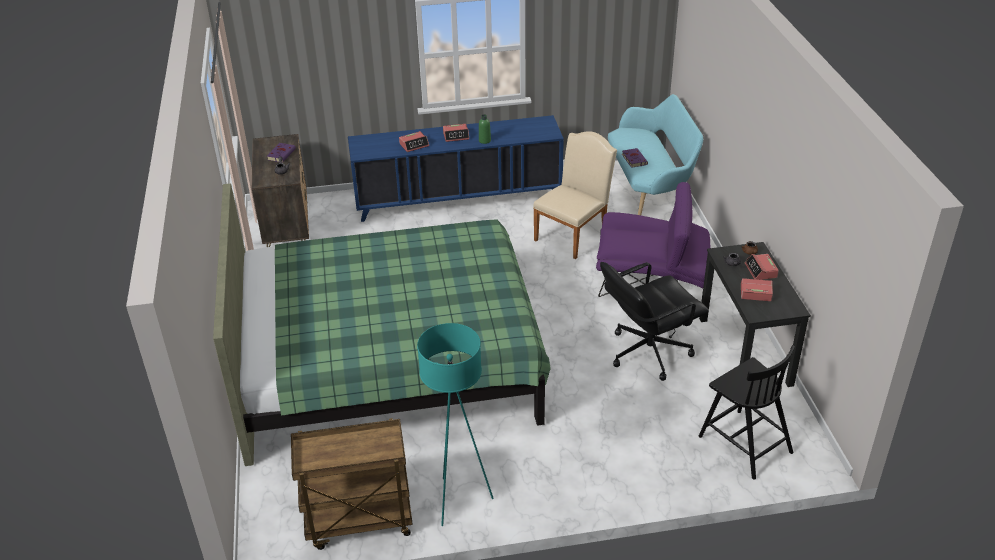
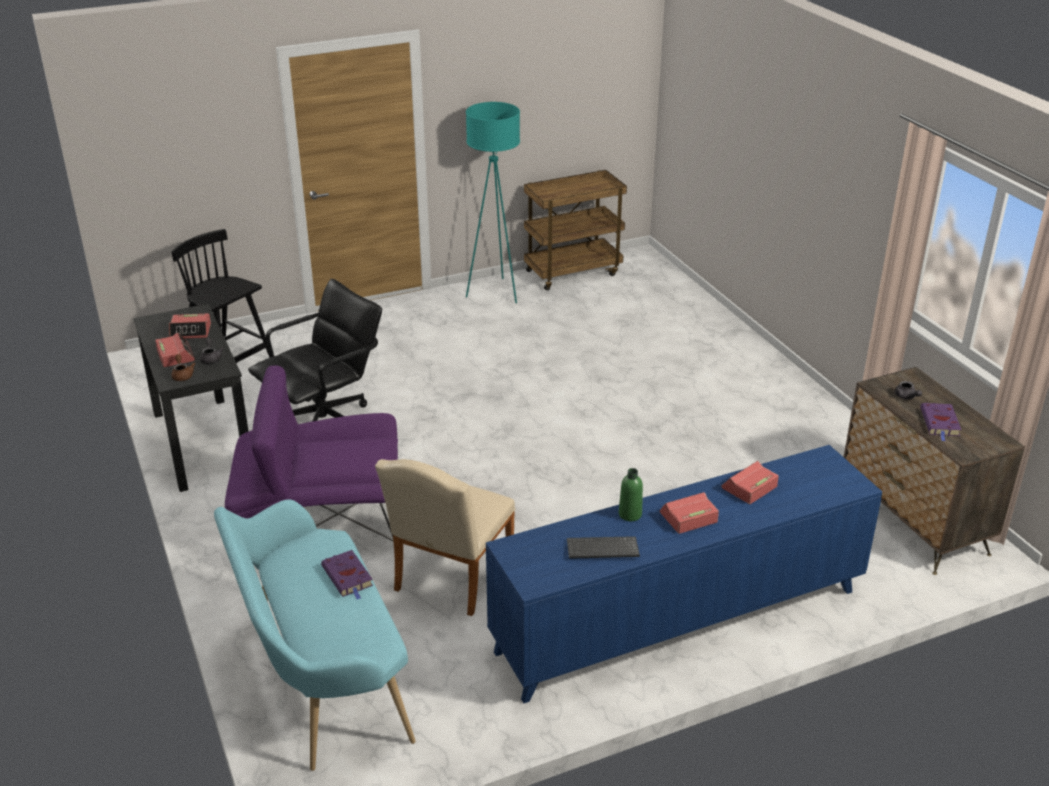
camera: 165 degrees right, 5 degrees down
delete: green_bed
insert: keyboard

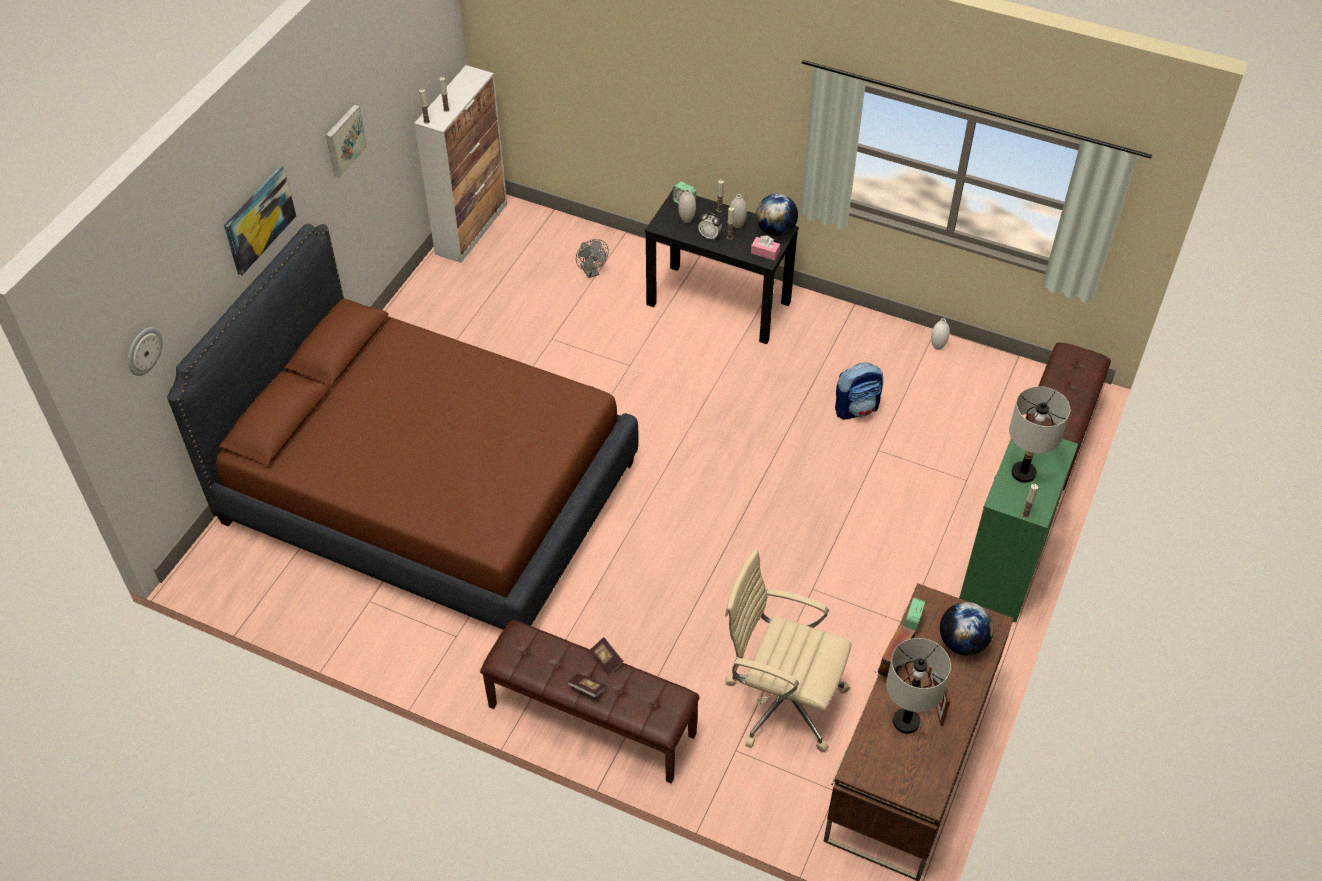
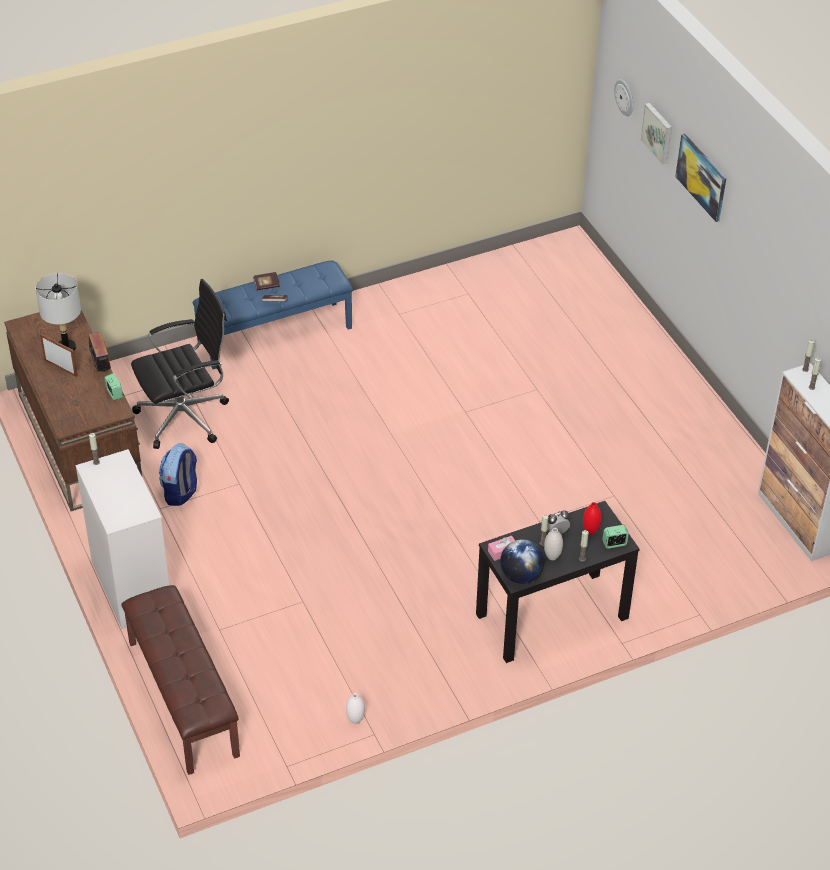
camera: 130 degrees right, 5 degrees down
delete: brown_bed; grey_fan; globe (2nd from left); grey_table_lamp (2nd from left)
move: picture (2nd from left in the first image) to picture (1st from left); backpack
recolor: brown_bench (1st from left) to blue_bench; white_vase (1st from left) to red_vase; beige_office_chair to black_office_chair; green_dresser to white_dresser

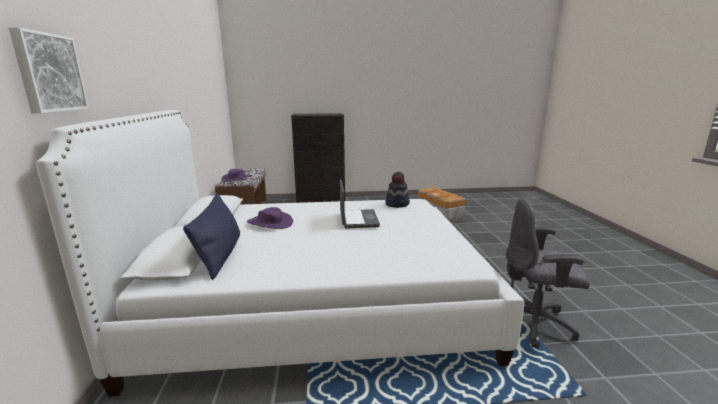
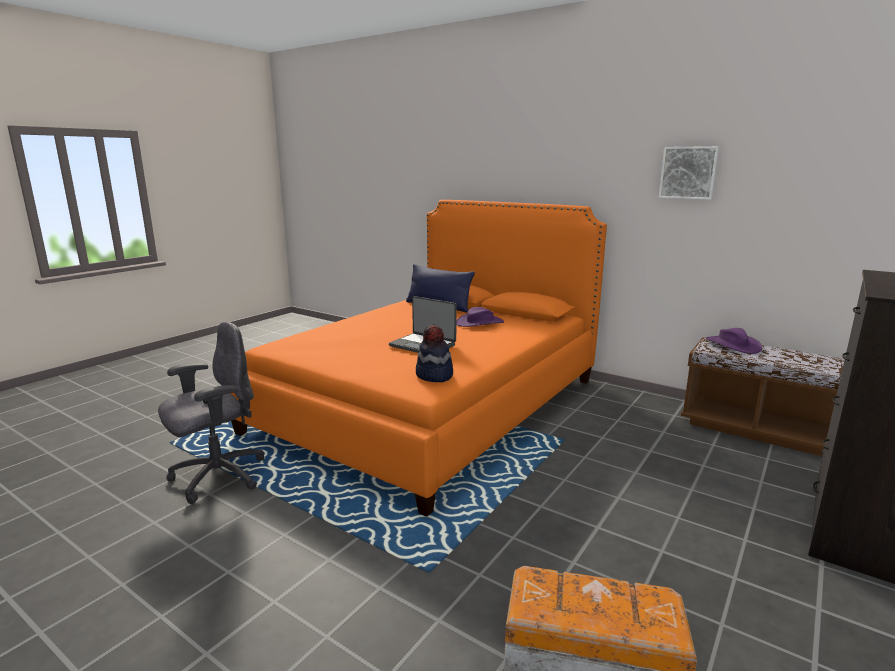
camera: 130 degrees right, 0 degrees up
move: picture
recolor: white_bed to orange_bed

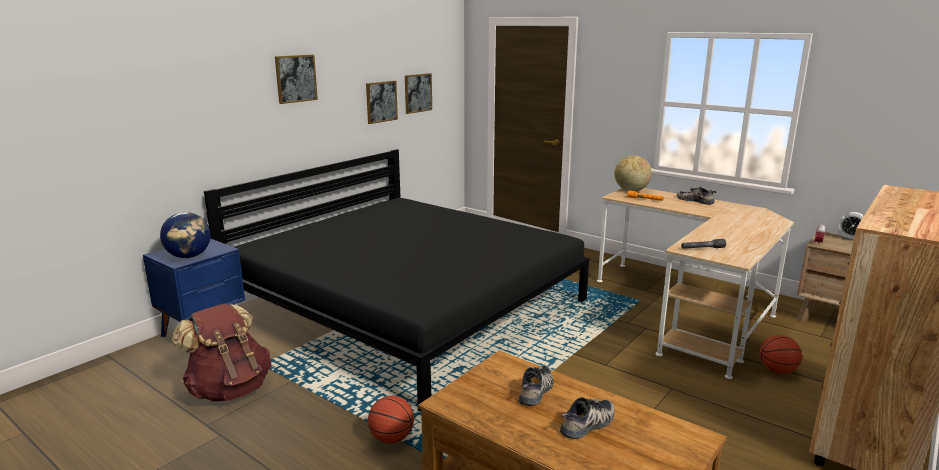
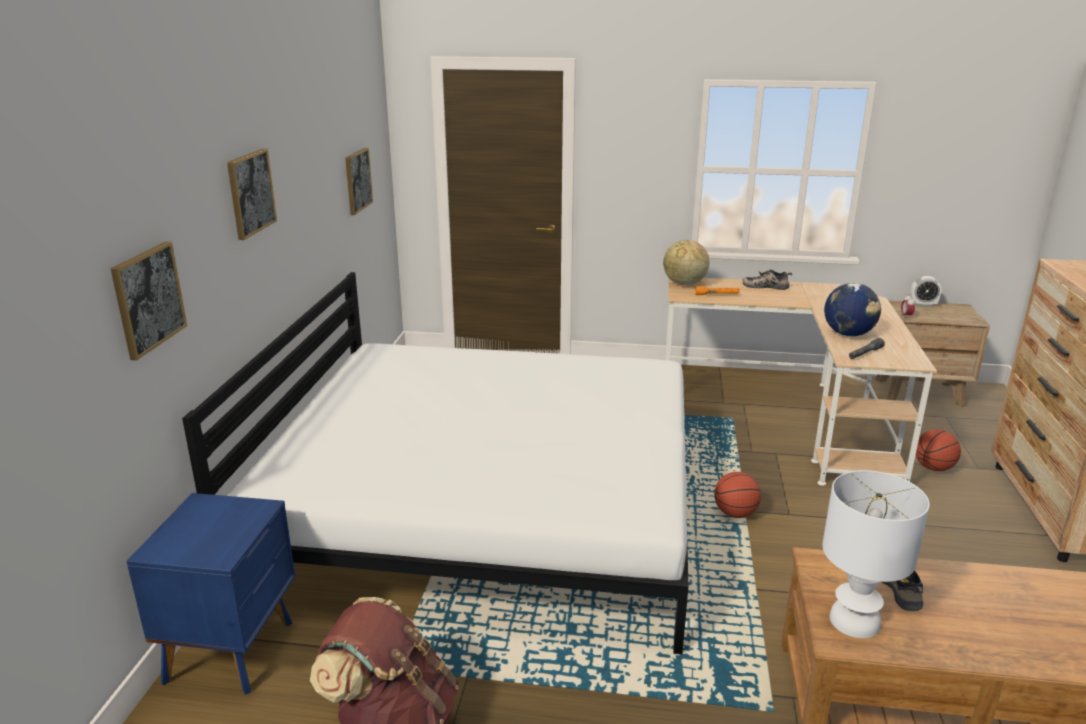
camera: 30 degrees left, 5 degrees up
delete: shoe (2nd from left)
insert: white_table_lamp
move: globe (1st from left in the first image) to globe (2nd from left); picture (2nd from left in the first image) to picture (1st from left); basketball (1st from left)
recolor: black_bed to white_bed

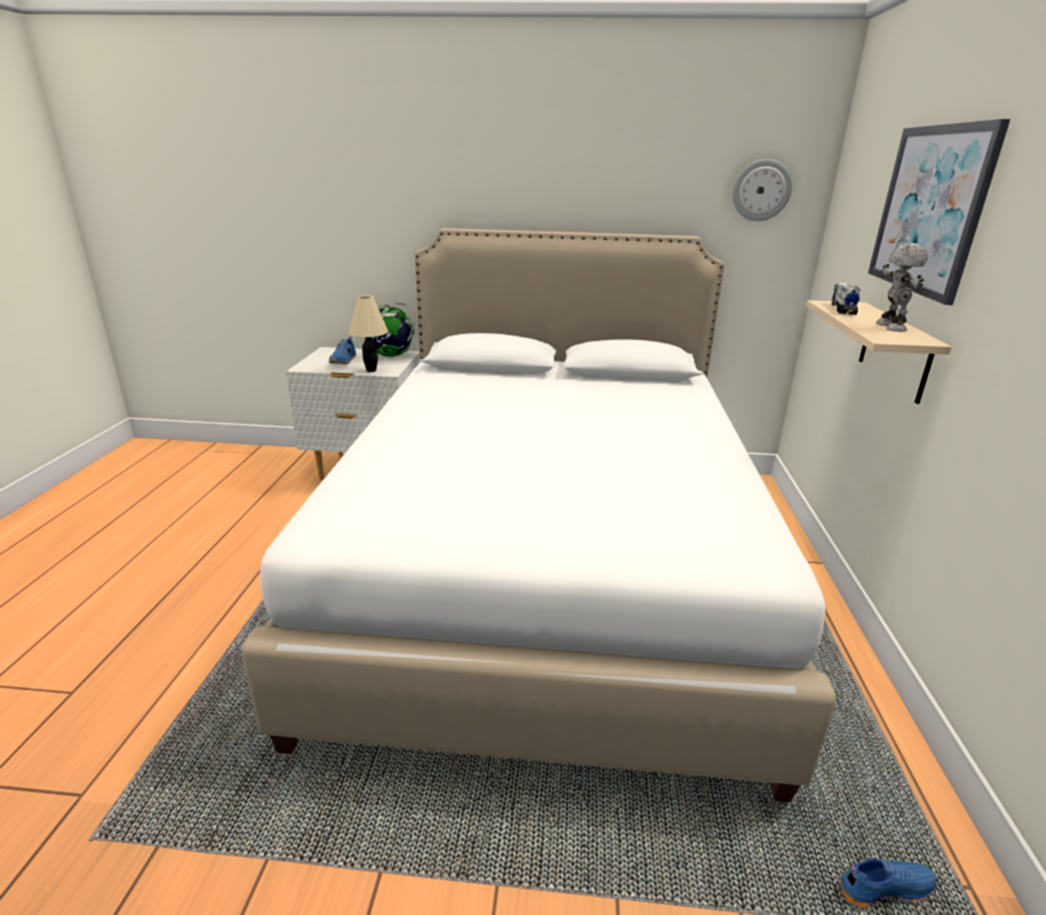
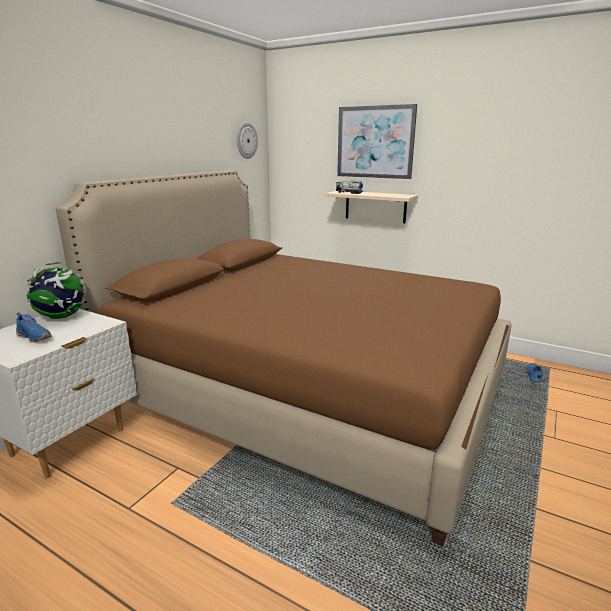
camera: 65 degrees left, 5 degrees down
delete: beige_table_lamp; toy_robot
recolor: white_bed to brown_bed

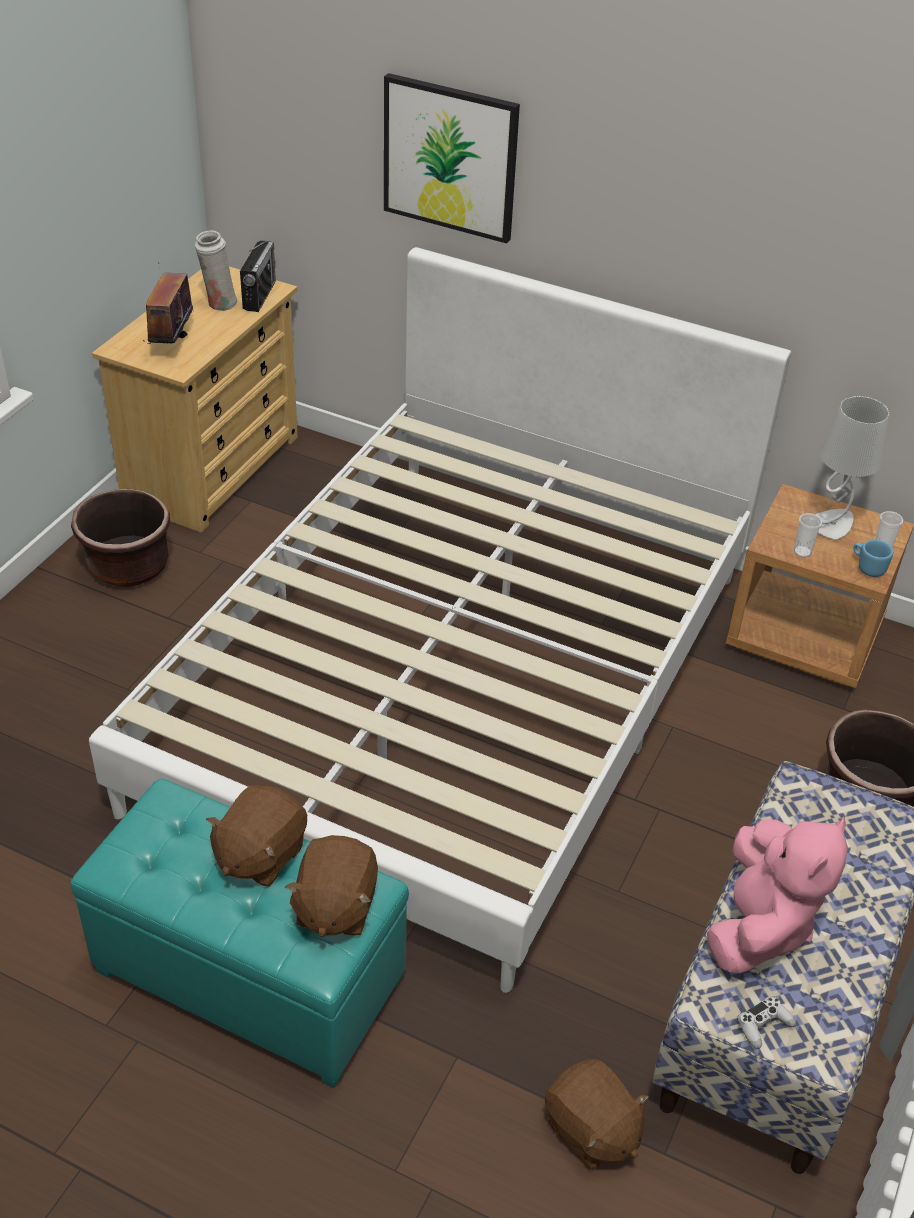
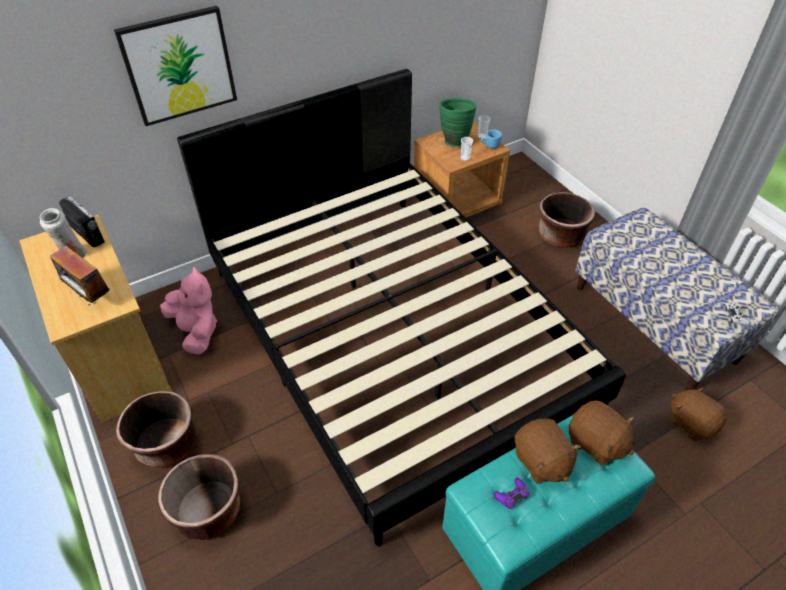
camera: 55 degrees left, 5 degrees up
insert: brown_planter (2nd from left); purple_game_controller
move: pink_plush_toy
replace: grey_table_lamp to green_vase
recolor: white_bed to black_bed
rotate: brown_plush_toy (3rd from left) 120 degrees counterclockwise

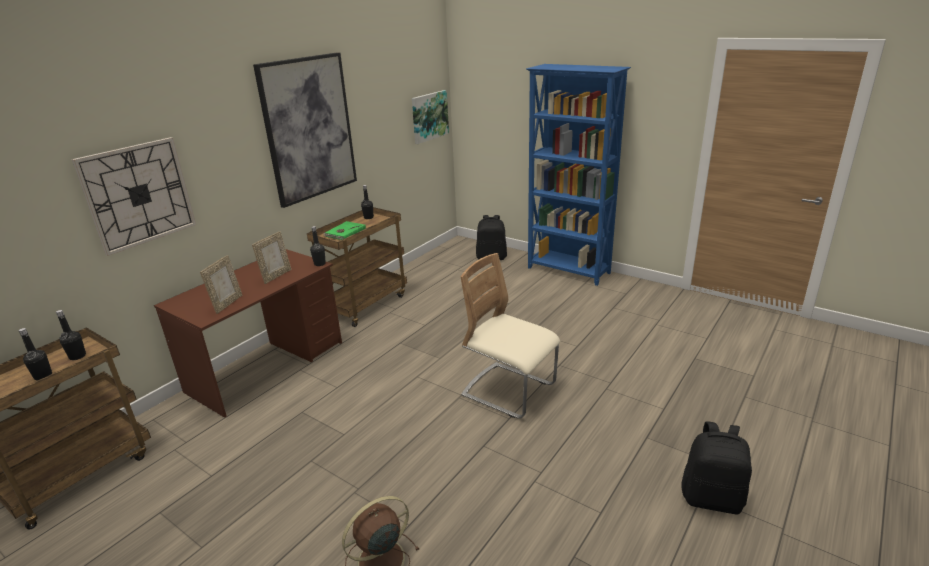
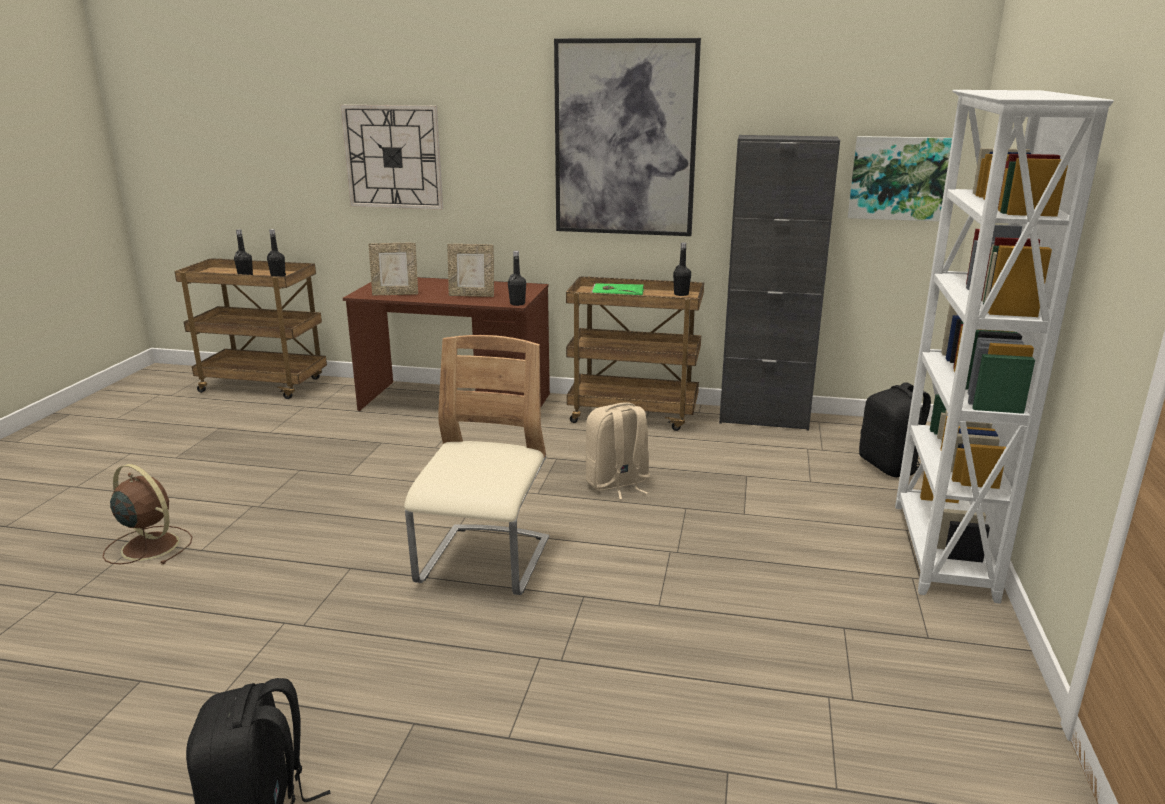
camera: 65 degrees right, 5 degrees down
insert: beige_backpack; black_cabinet
recolor: blue_bookcase to white_bookcase

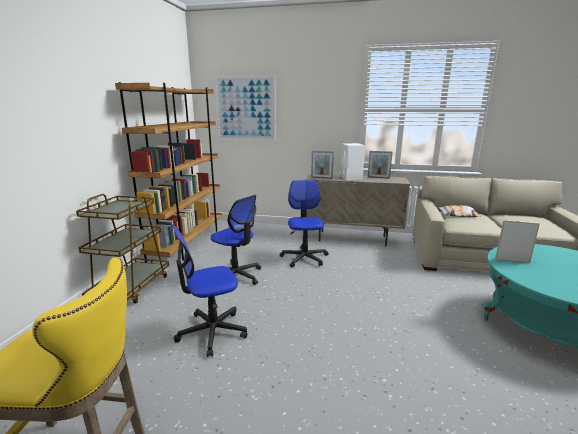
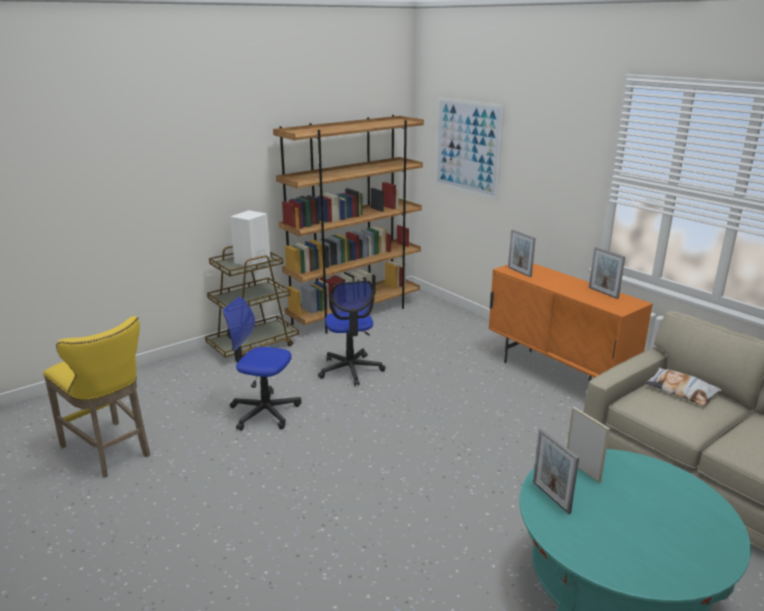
camera: 40 degrees right, 5 degrees up
delete: office_chair (3rd from left)
insert: picture_frame (2nd from left)
move: white_speaker
recolor: beige_cabinet to orange_cabinet

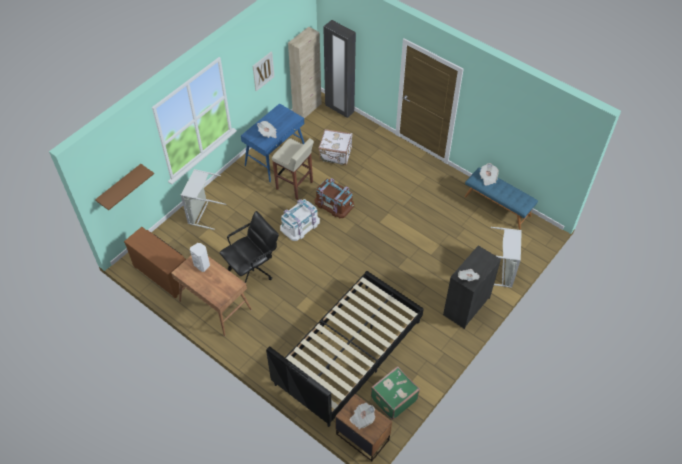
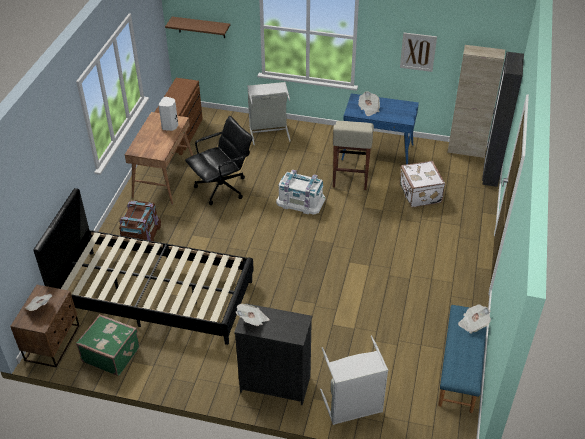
camera: 65 degrees right, 10 degrees down
move: brown_storage_box
rotate: black_office_chair 60 degrees counterclockwise

